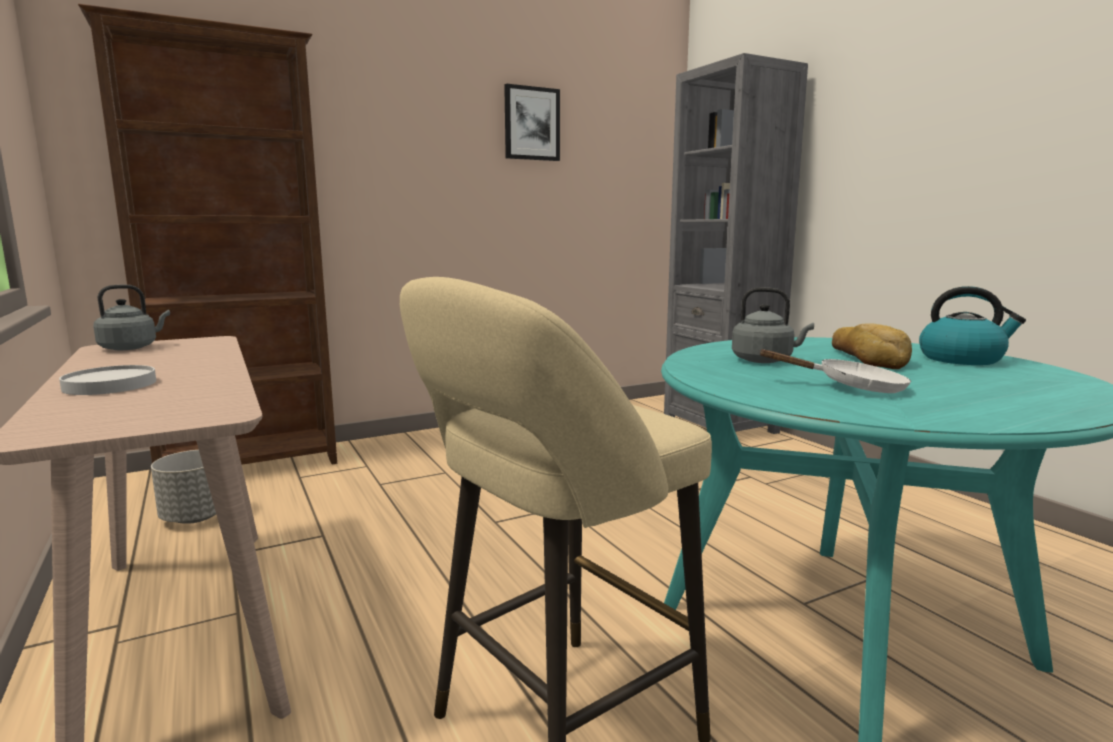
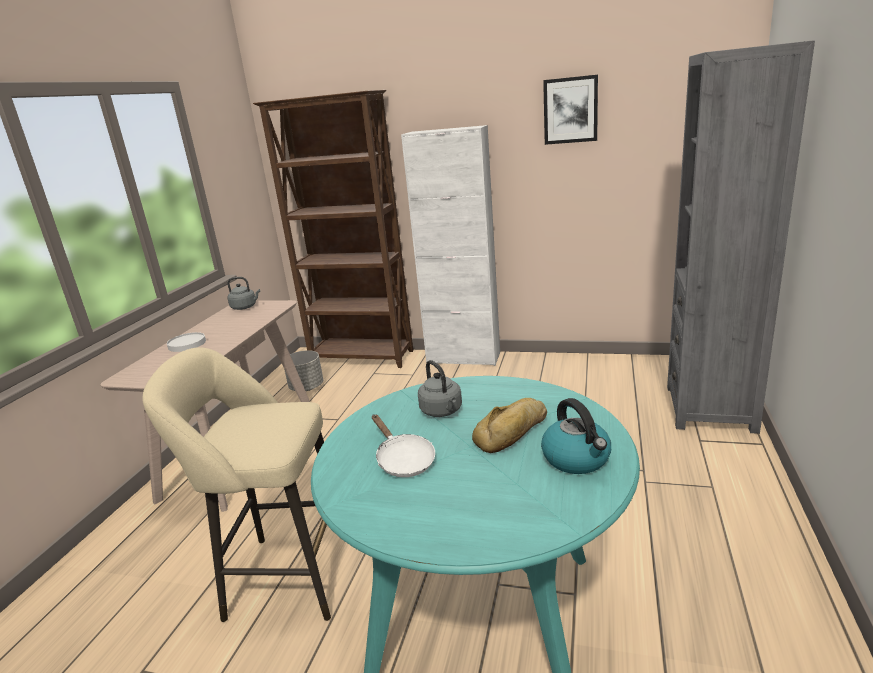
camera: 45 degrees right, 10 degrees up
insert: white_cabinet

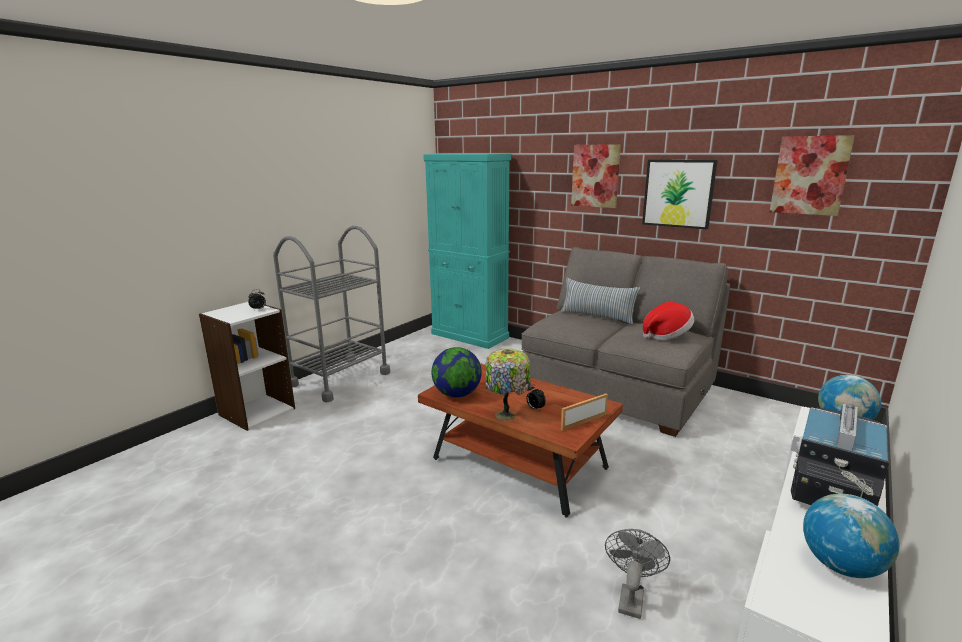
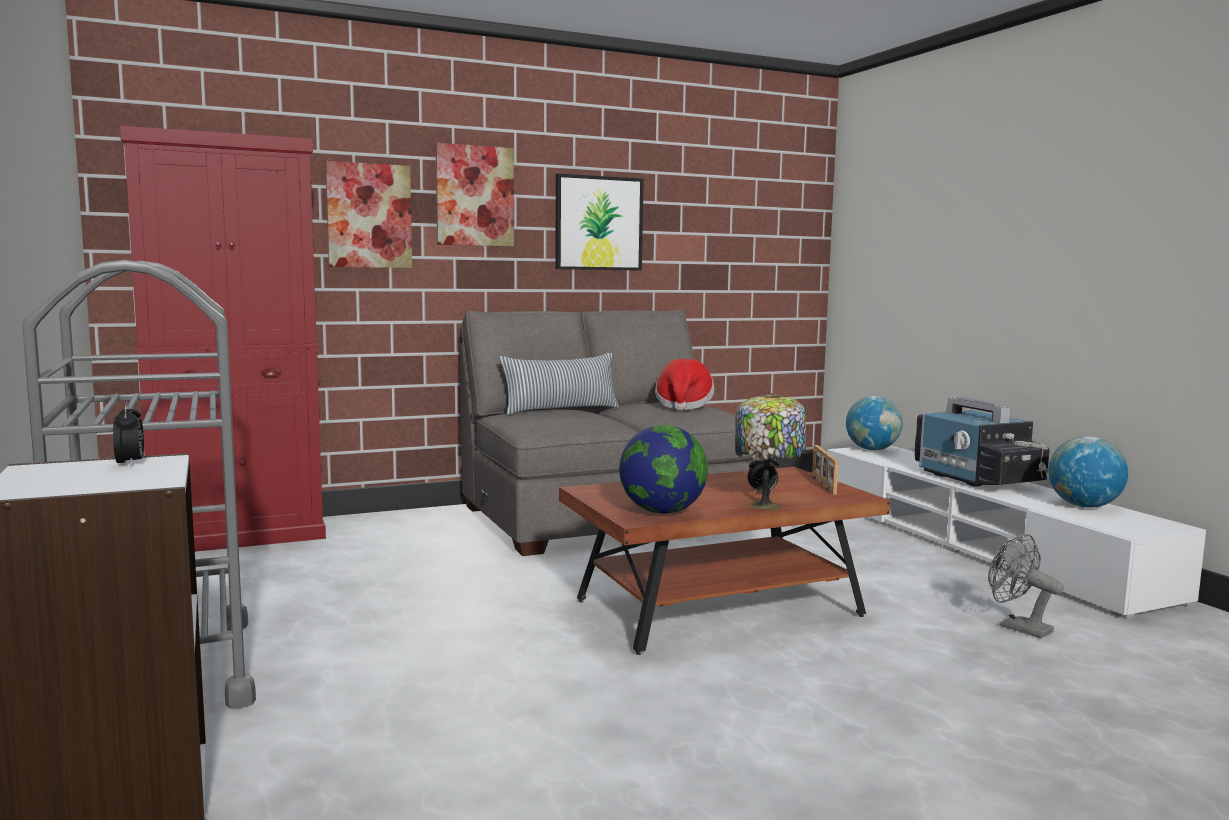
camera: 60 degrees left, 10 degrees down
move: picture (3rd from left in the first image) to picture (1st from left)
recolor: turquoise_cabinet to red_cabinet

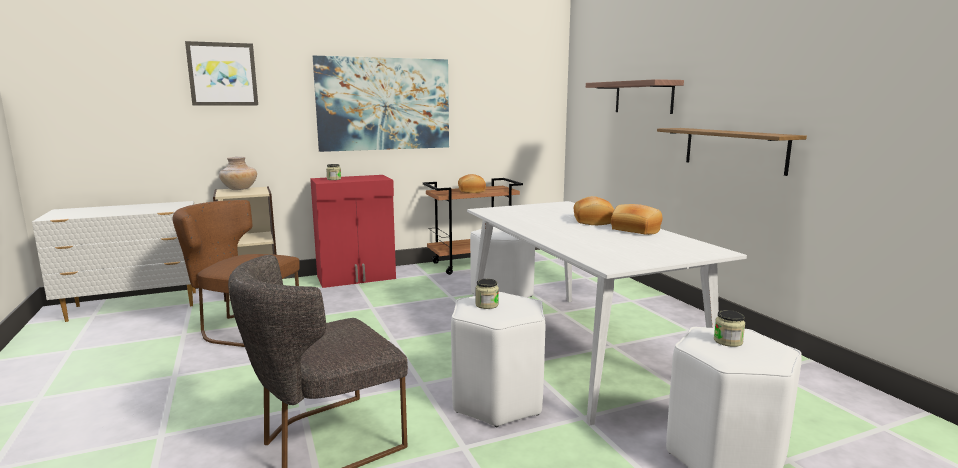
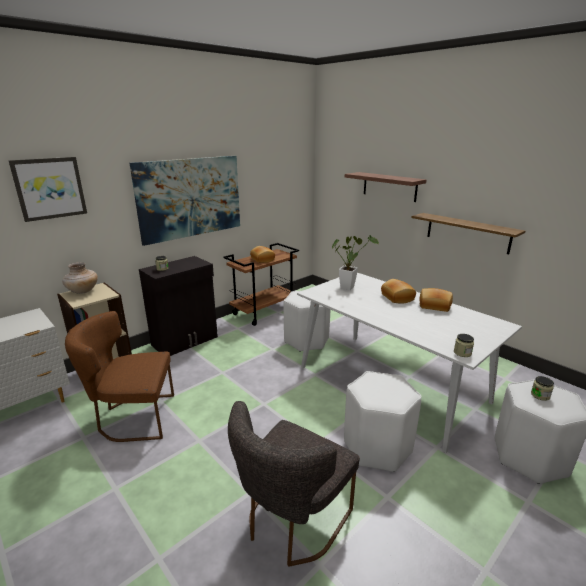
camera: 20 degrees left, 10 degrees up
insert: potted_plant
move: jar (2nd from left)
recolor: red_cabinet to black_cabinet

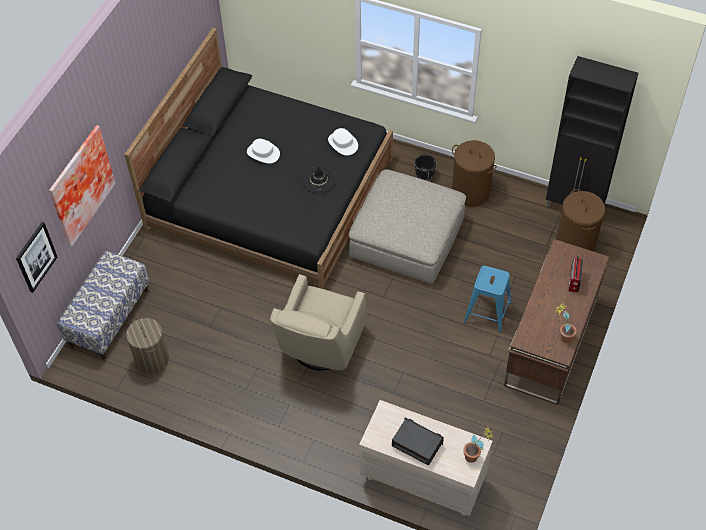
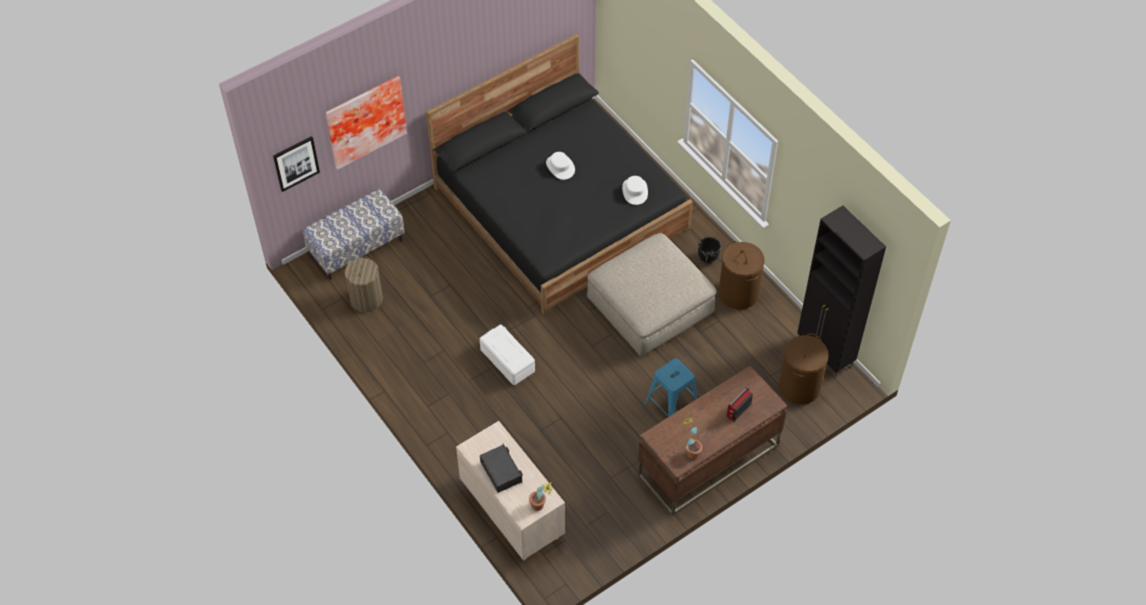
camera: 30 degrees right, 0 degrees up
delete: black_hat
replace: beige_armchair to white_storage_box

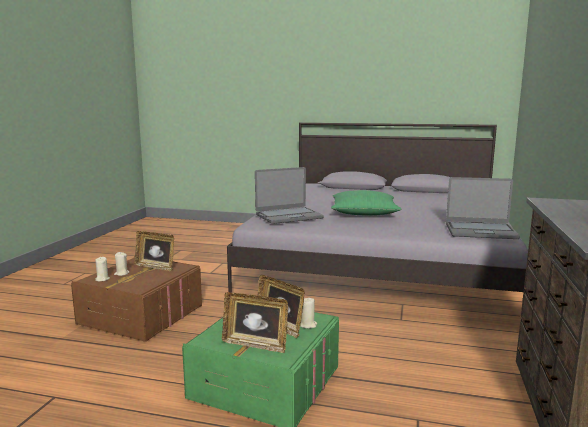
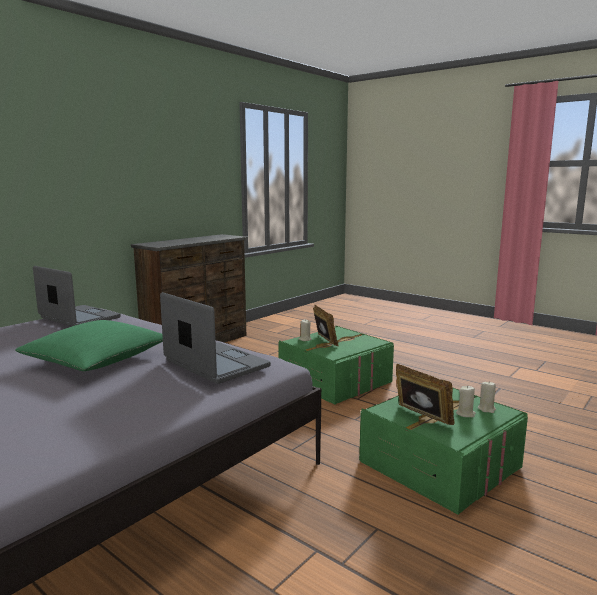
camera: 155 degrees left, 0 degrees up
delete: picture_frame (2nd from left)
recolor: brown_storage_box to green_storage_box (2nd from left)
rotate: laptop (1st from left in the first image) 45 degrees clockwise

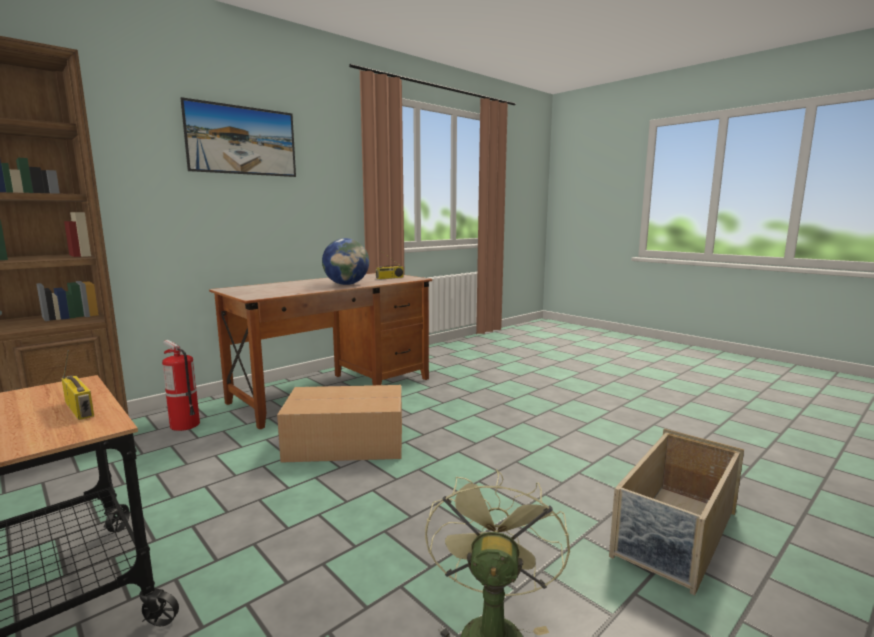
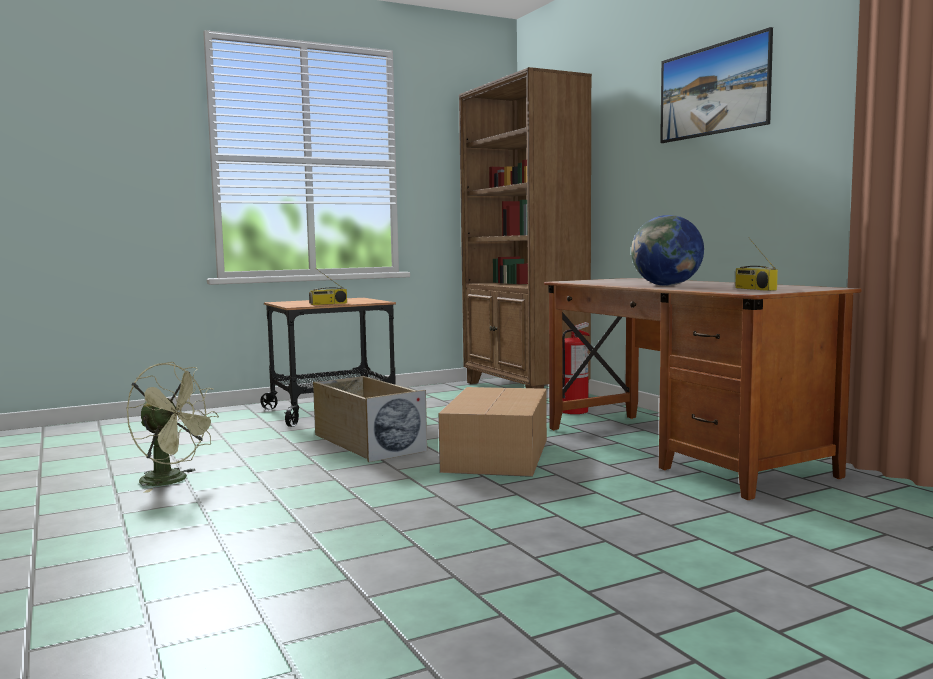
camera: 105 degrees right, 5 degrees down
move: beige_storage_box

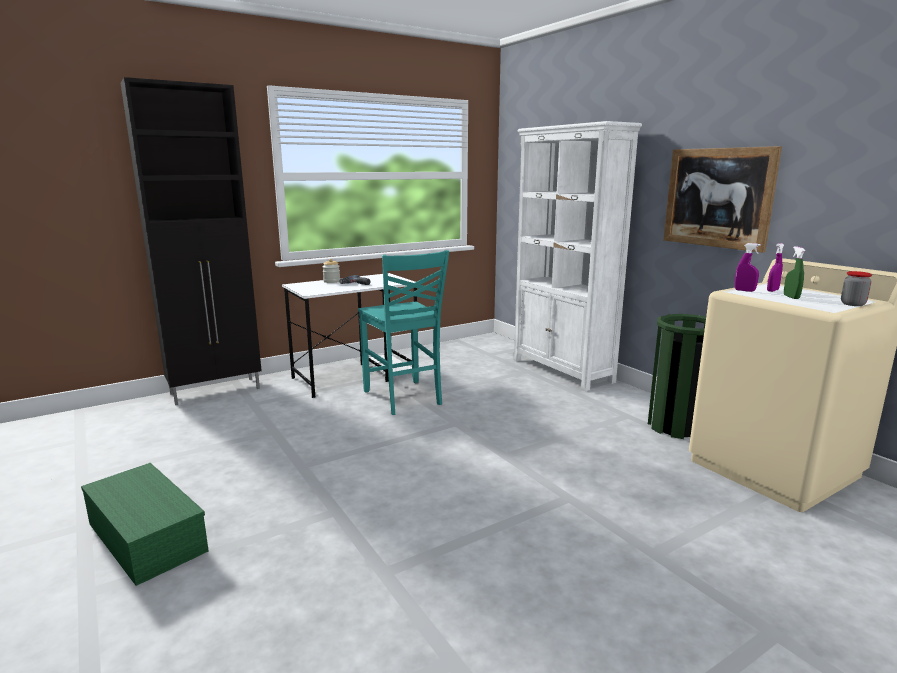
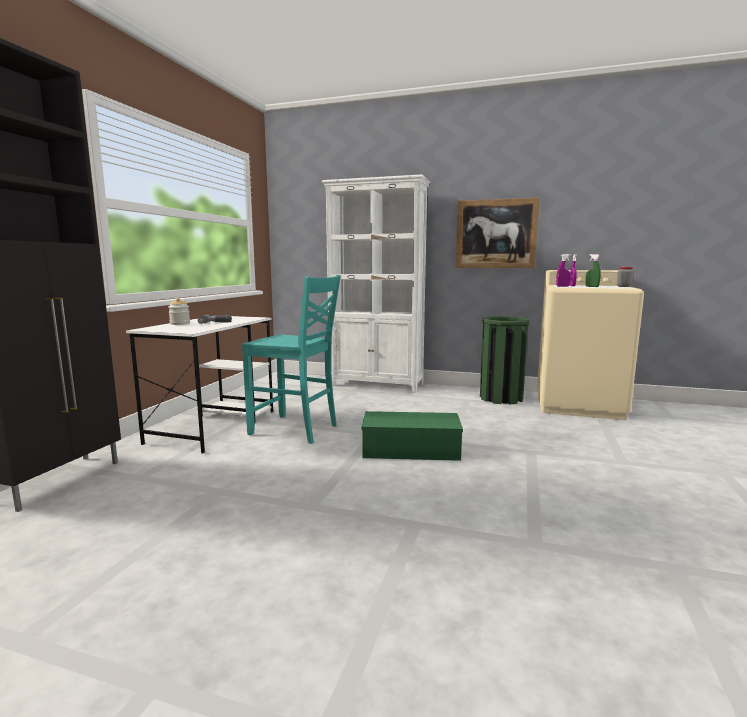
camera: 40 degrees left, 5 degrees down
move: green_storage_box

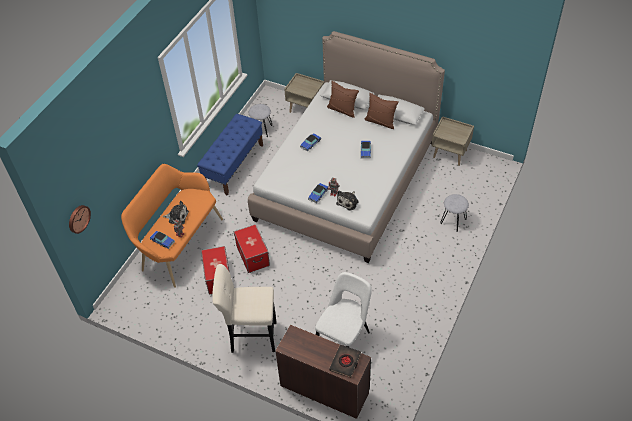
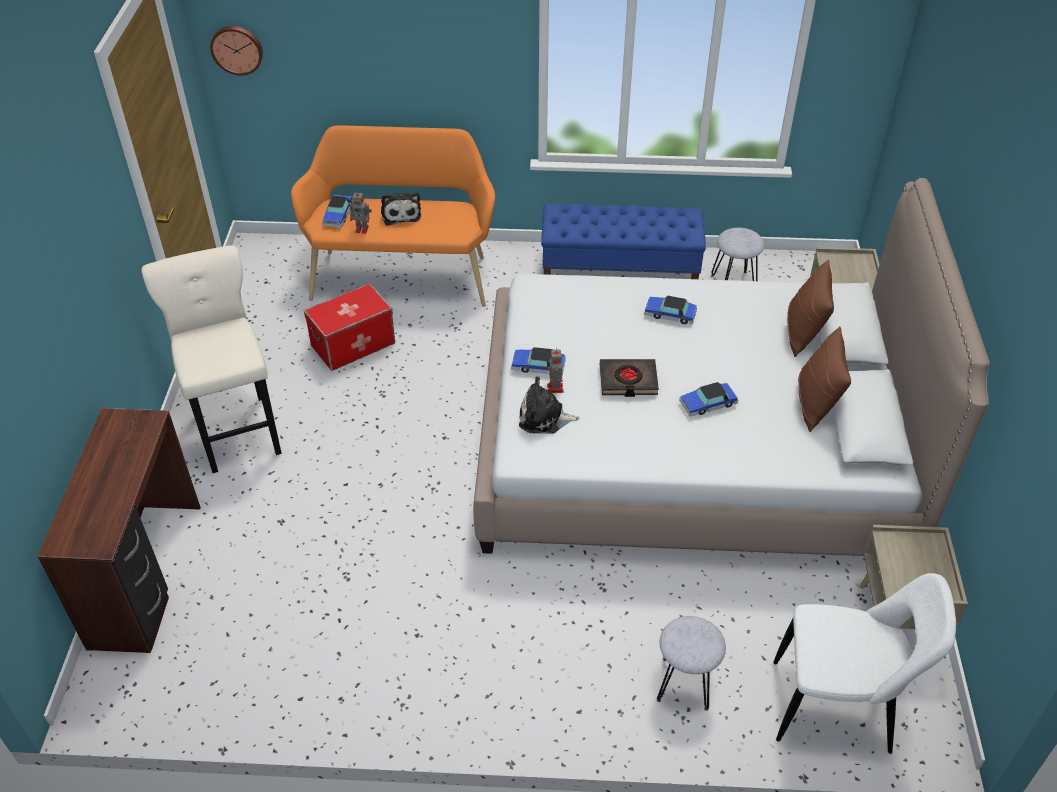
camera: 65 degrees right, 5 degrees down
delete: storage_box (2nd from left)
move: white_chair; black_book

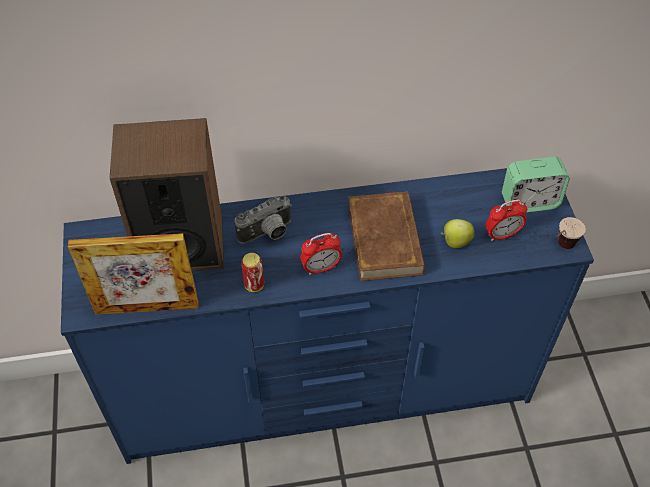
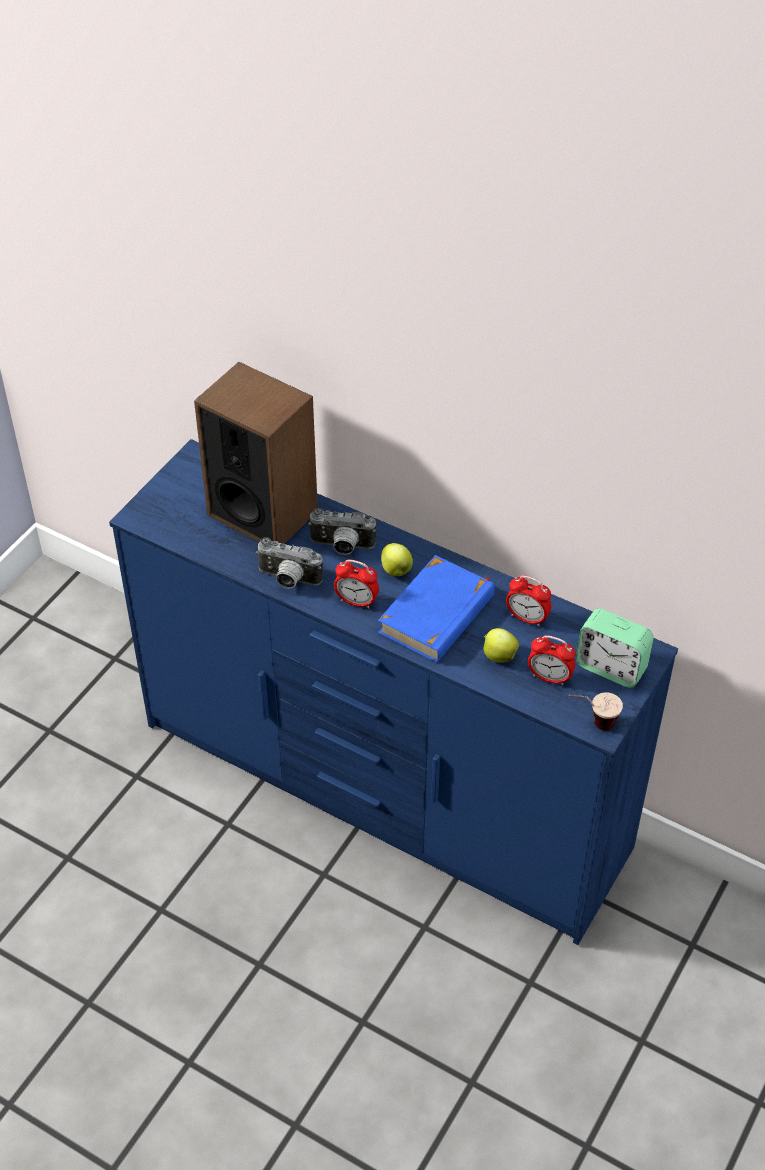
camera: 40 degrees right, 5 degrees down
delete: picture_frame
insert: apple (1st from left); alarm_clock (2nd from left)
replace: can to photo_camera (1st from left)
recolor: brown_book to blue_book

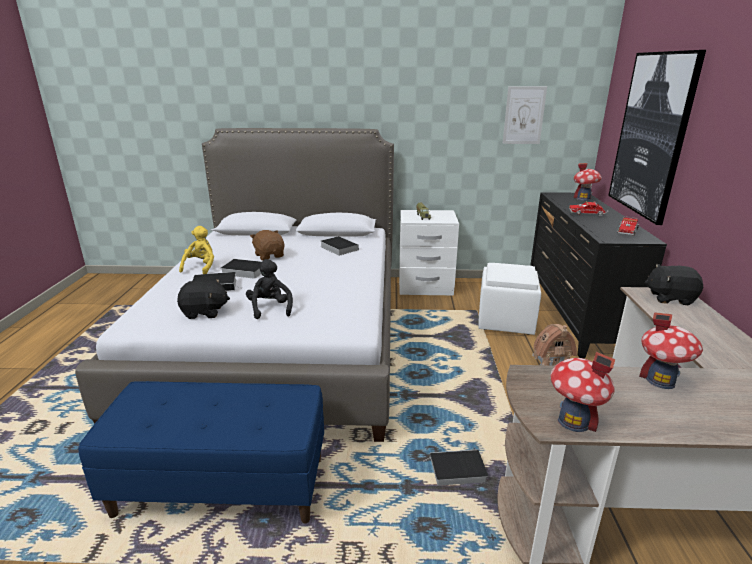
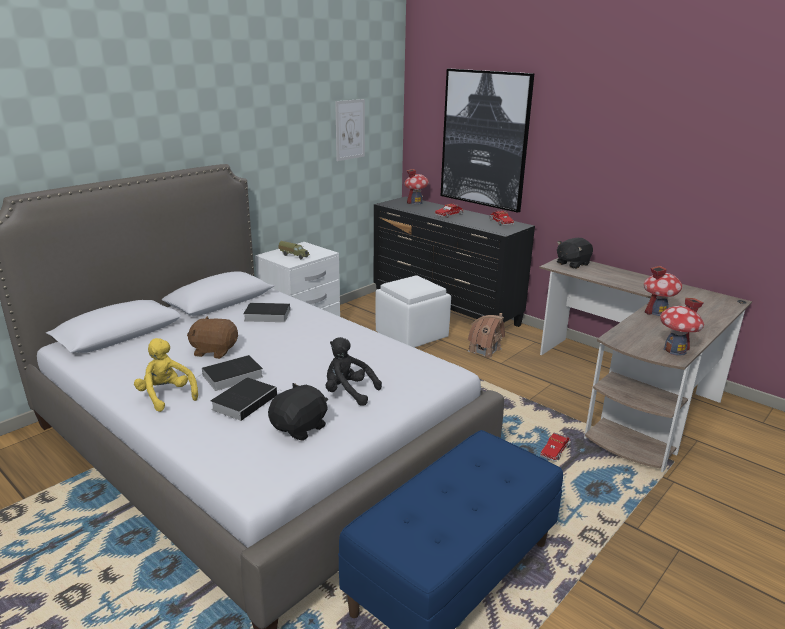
camera: 50 degrees left, 0 degrees up
replace: book (4th from left) to toy_truck (4th from left)

